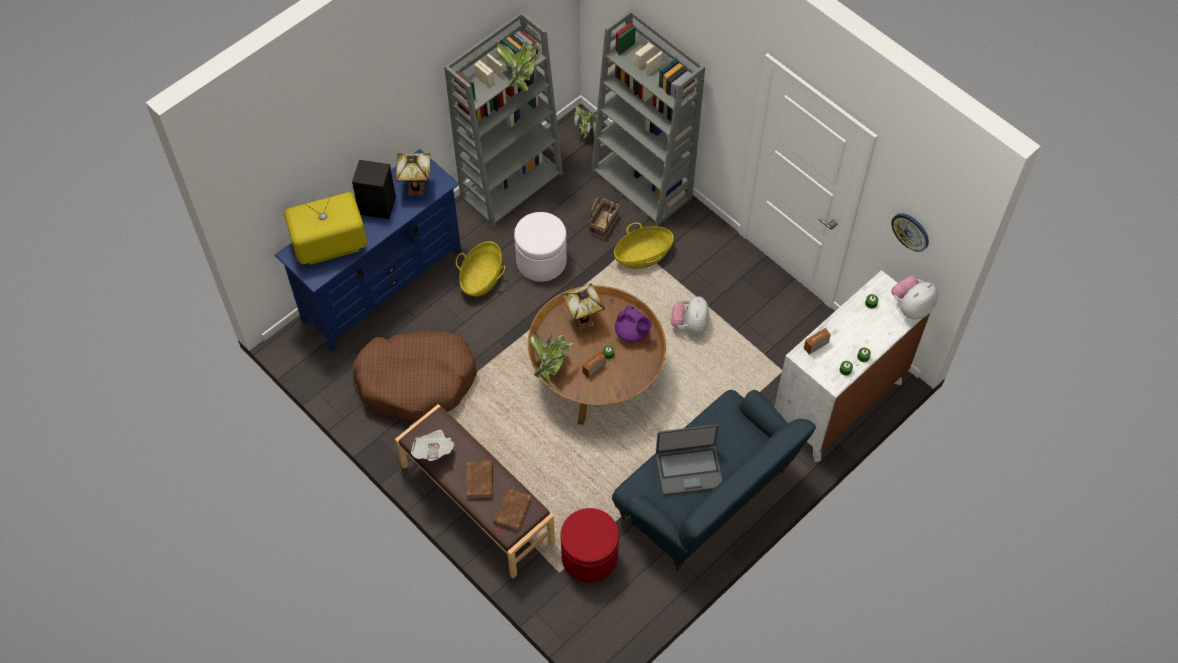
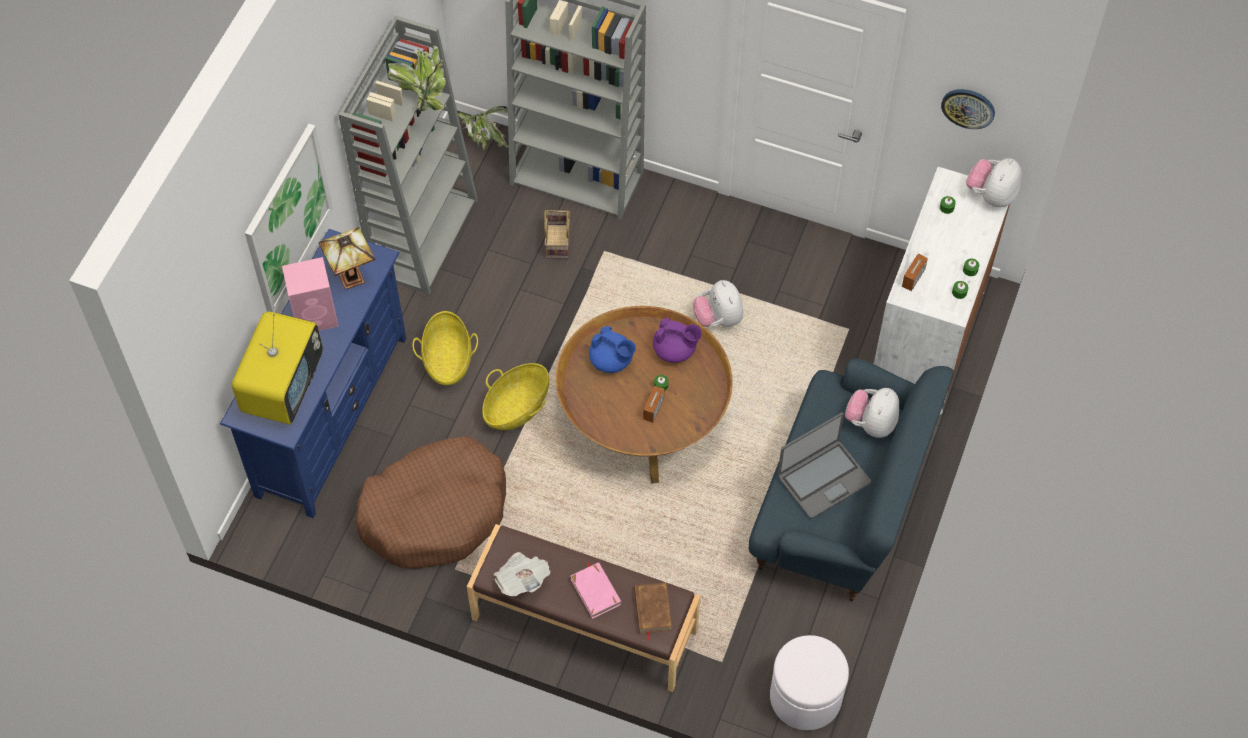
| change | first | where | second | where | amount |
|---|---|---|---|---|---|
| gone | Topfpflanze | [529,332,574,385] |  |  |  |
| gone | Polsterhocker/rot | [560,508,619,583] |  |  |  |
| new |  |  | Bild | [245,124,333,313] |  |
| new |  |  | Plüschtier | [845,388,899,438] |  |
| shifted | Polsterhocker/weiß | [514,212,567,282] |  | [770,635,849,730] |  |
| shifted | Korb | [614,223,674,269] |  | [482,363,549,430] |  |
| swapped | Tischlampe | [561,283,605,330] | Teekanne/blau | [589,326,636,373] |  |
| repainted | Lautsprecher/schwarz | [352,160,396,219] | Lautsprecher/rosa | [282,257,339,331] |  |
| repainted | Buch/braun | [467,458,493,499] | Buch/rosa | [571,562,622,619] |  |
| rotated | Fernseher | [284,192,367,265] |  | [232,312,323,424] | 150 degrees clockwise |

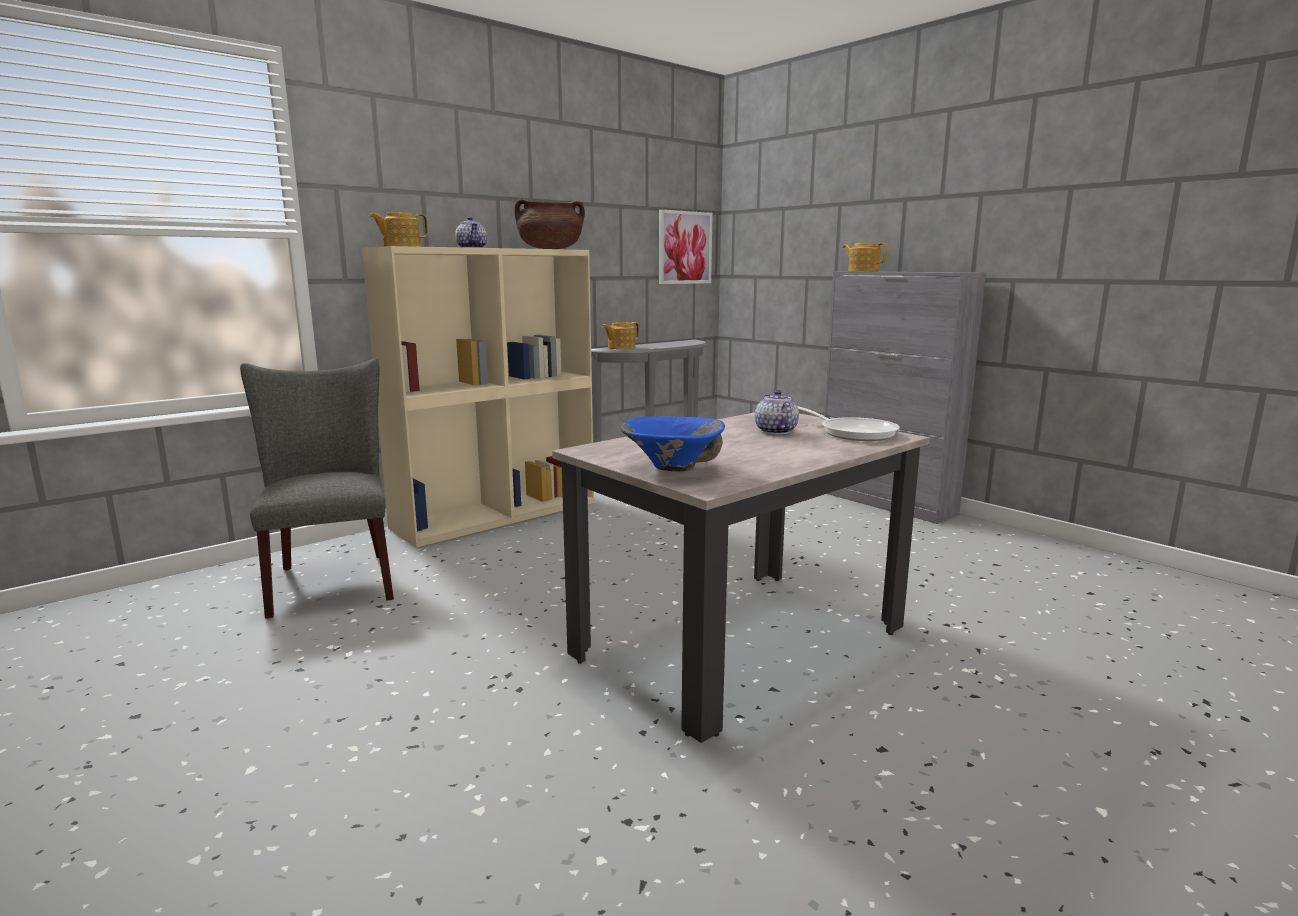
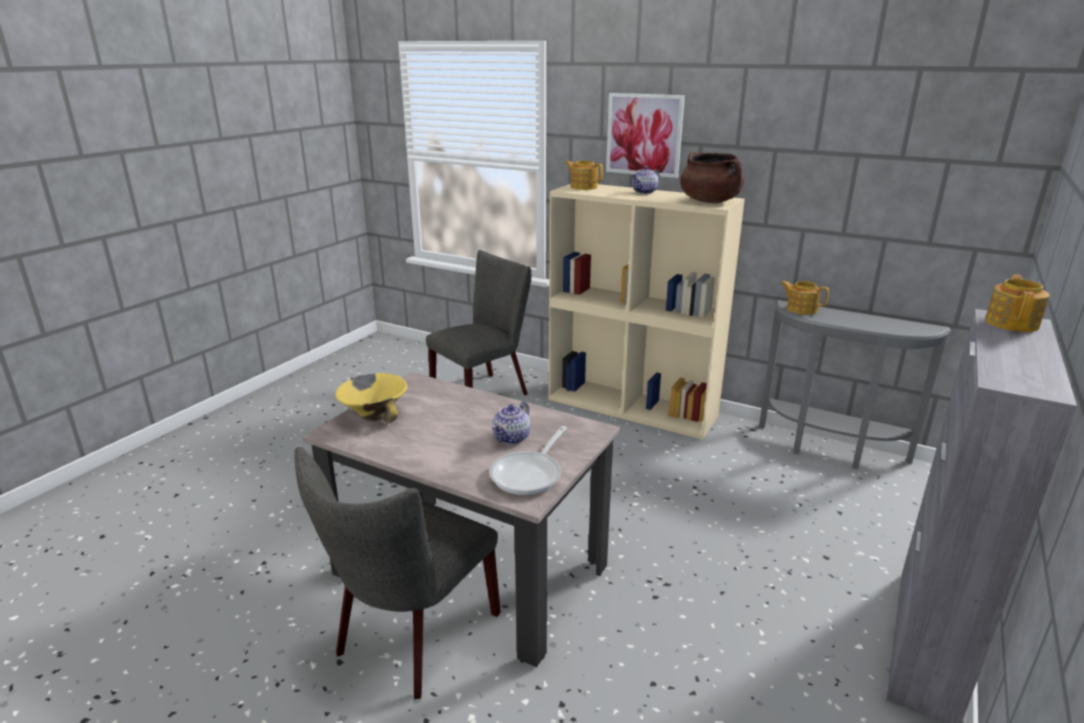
| change | first | where | second | where | amount |
|---|---|---|---|---|---|
| new |  |  | Stuhl/grau | [294,446,501,699] |  |
| shifted | Bild | [659,210,713,284] |  | [606,93,685,178] |  |
| repainted | Schüssel/blau | [620,416,725,471] | Schüssel/gelb | [335,373,408,423] |  |
| rotated | Teekanne | [755,390,799,434] |  | [492,402,531,444] | 150 degrees clockwise |

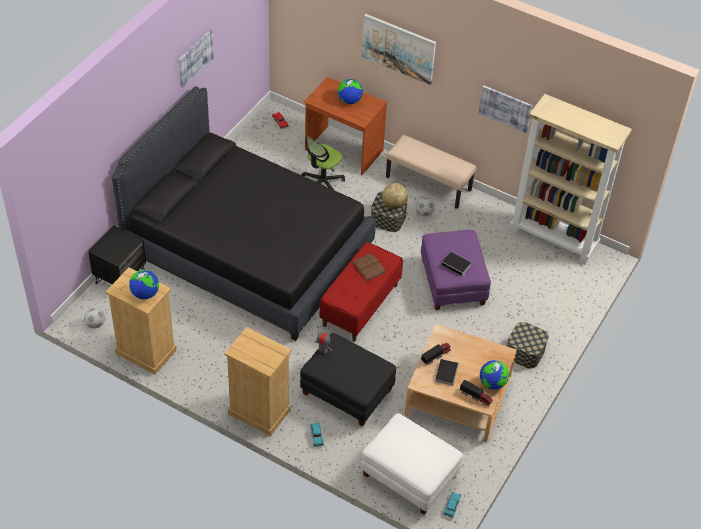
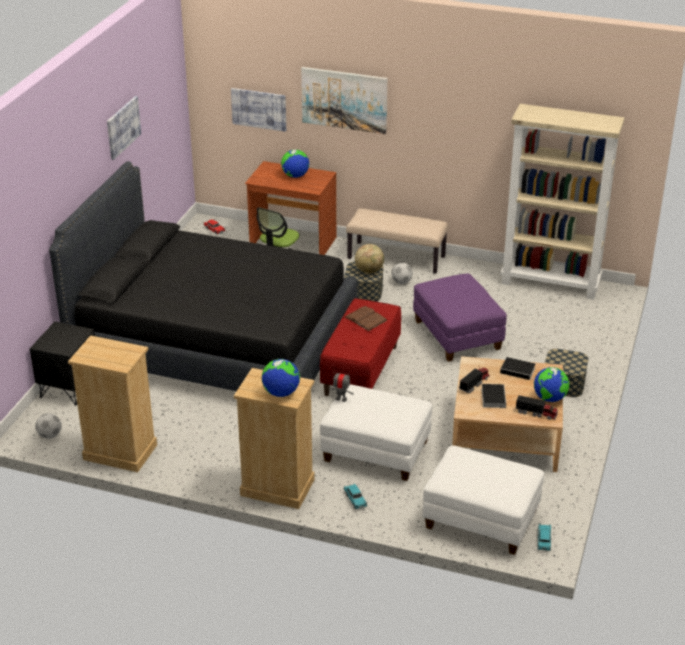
| change | first | where | second | where | amount |
|---|---|---|---|---|---|
| shifted | Globus | [129,270,159,299] |  | [262,359,300,397] |  |
| shifted | Buch | [442,252,471,277] |  | [500,357,535,380] |  |
| shifted | Bild | [479,85,533,133] |  | [231,88,286,132] |  |
| repainted | Polsterhocker/schwarz | [300,333,397,427] | Polsterhocker/weiß | [320,384,432,481] |  |

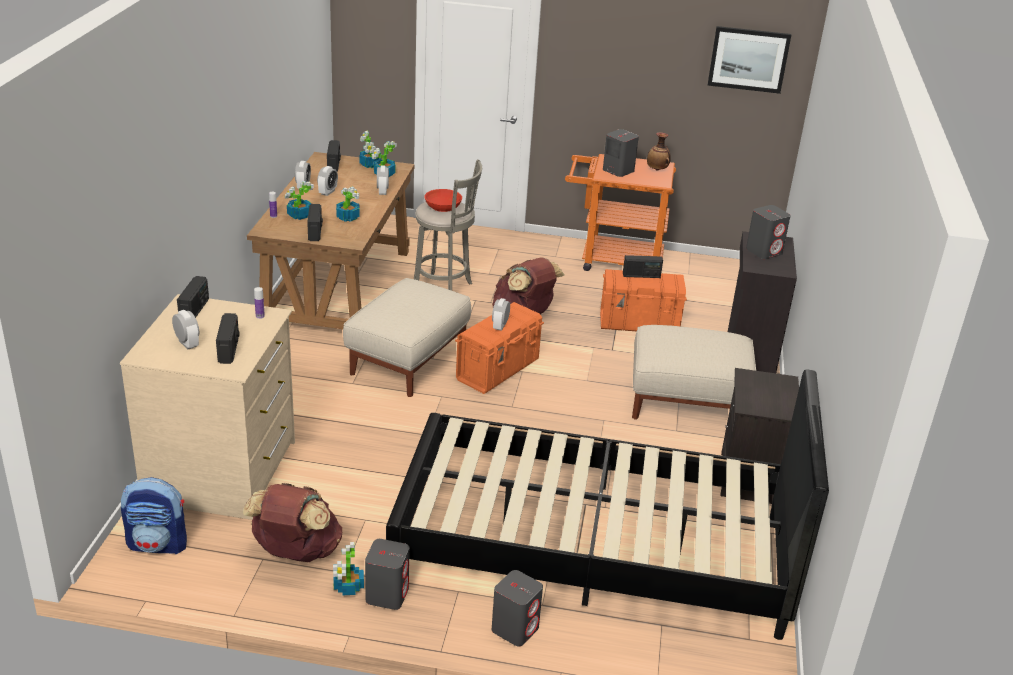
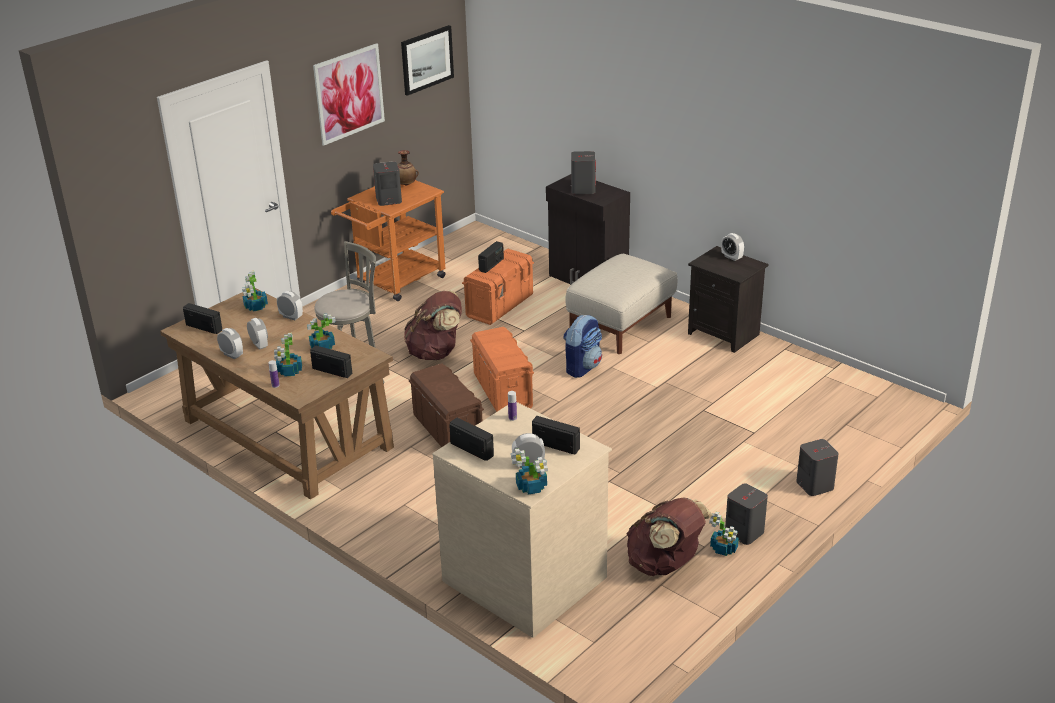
| change | first | where | second | where | amount |
|---|---|---|---|---|---|
| gone | Bett/schwarz | [386,370,829,640] |  |  |  |
| gone | Schüssel/rot | [425,189,462,212] |  |  |  |
| new |  |  | Bild | [313,43,385,146] |  |
| shifted | Rucksack | [121,477,187,554] |  | [563,315,602,378] |  |
| shifted | Topfpflanze | [359,131,381,168] |  | [511,449,548,495] |  |
| shifted | Wecker | [492,298,510,331] |  | [721,233,744,261] |  |
| swapped | Polsterhocker/beige | [343,278,471,397] | Aufbewahrungsbox/braun | [409,363,484,447] |  |

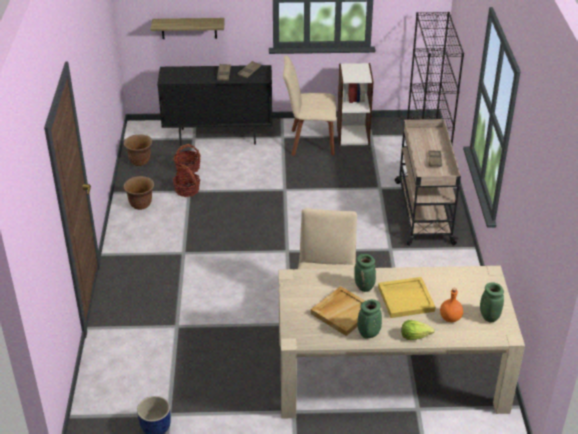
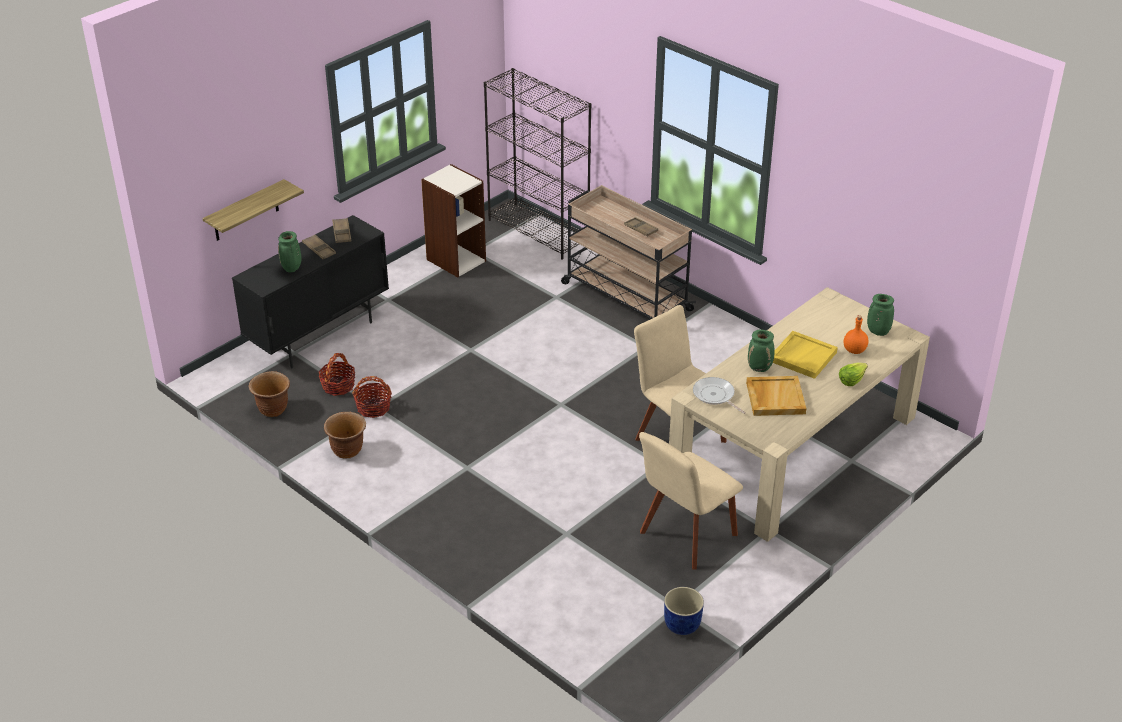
| change | first | where | second | where | amount |
|---|---|---|---|---|---|
| new |  |  | Pfanne | [693,377,746,414] |  |
| shifted | Stuhl/beige | [283,55,337,156] |  | [639,432,743,570] |  |
| shifted | Vase/grün | [357,299,382,339] |  | [278,231,302,272] |  |

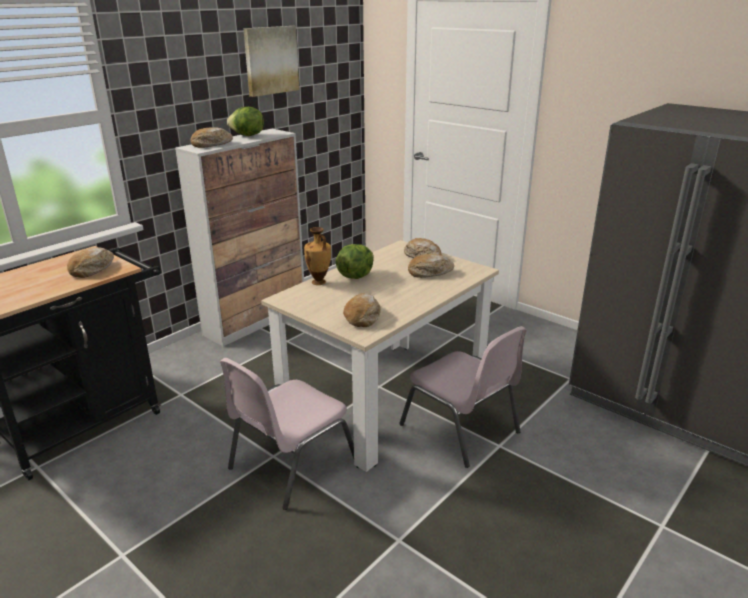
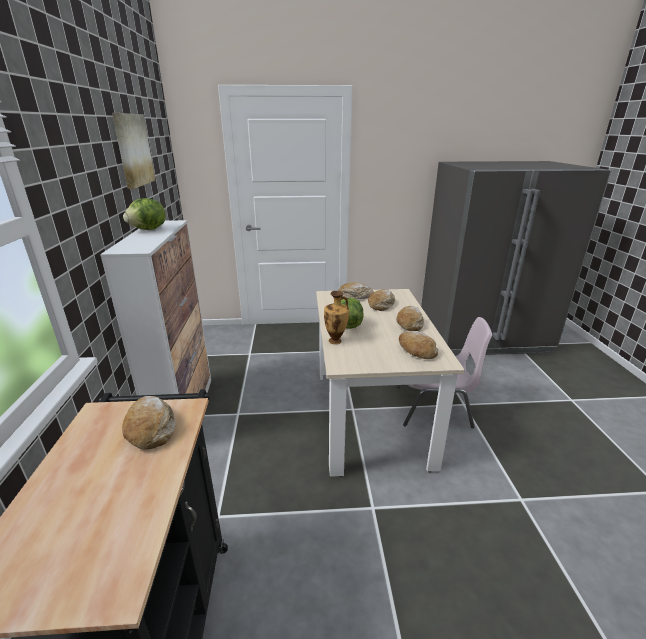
| change | first | where | second | where | amount |
|---|---|---|---|---|---|
| gone | Stuhl/rosa | [220,358,354,510] |  |  |  |
| shifted | Brot | [191,127,233,148] |  | [397,306,424,331] |  |

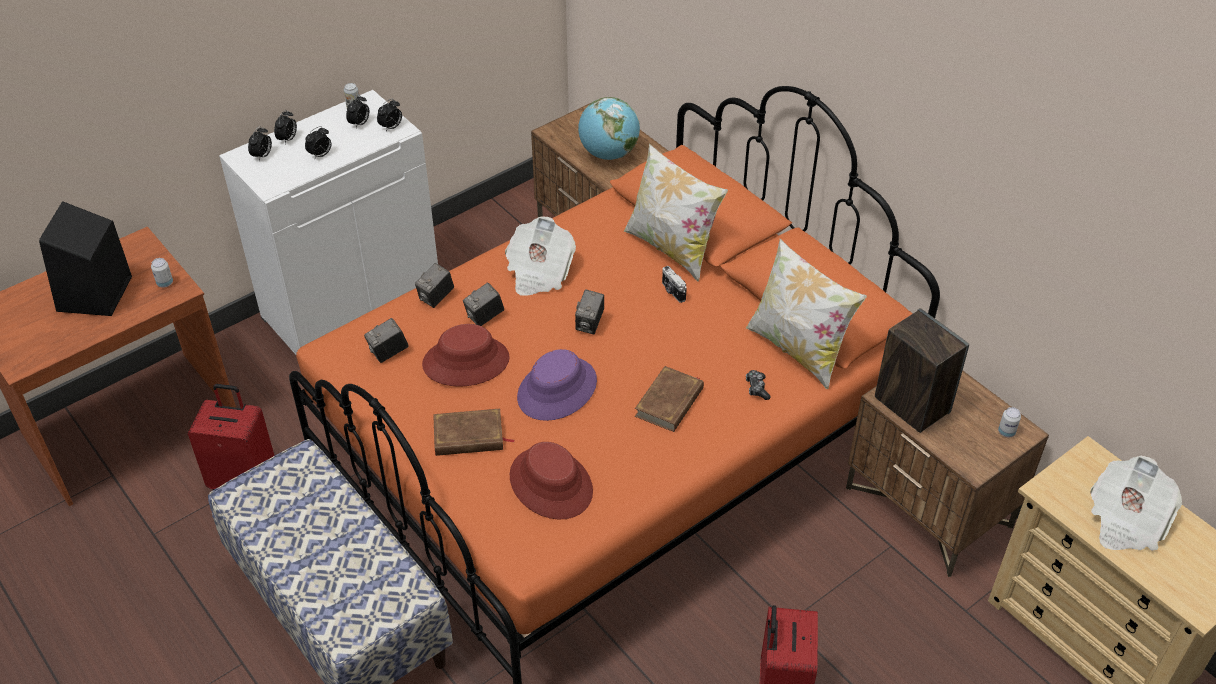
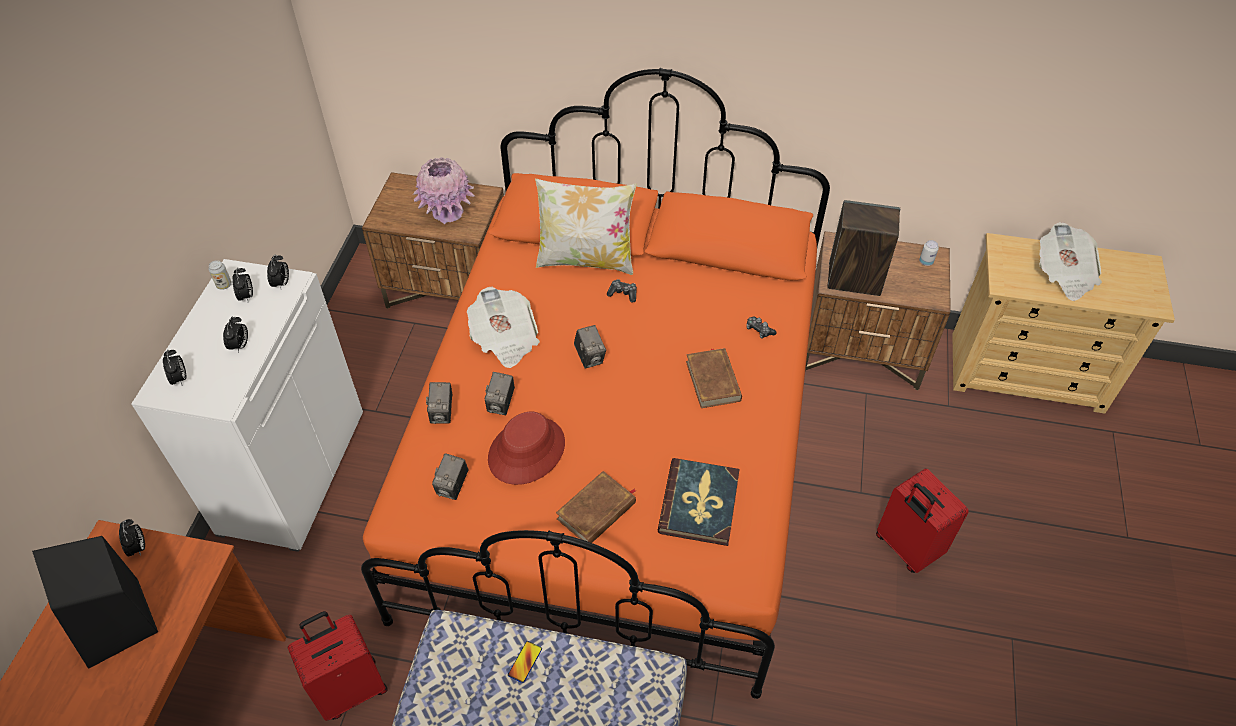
| change | first | where | second | where | amount |
|---|---|---|---|---|---|
| gone | Dose | [151,258,173,287] |  |  |  |
| gone | Hut/lila | [517,349,597,421] |  |  |  |
| gone | Kissen | [746,239,867,389] |  |  |  |
| new |  |  | Handy | [508,641,542,683] |  |
| shifted | Wecker | [274,110,297,144] |  | [119,519,145,557] |  |
| swapped | Hut/rot | [510,442,593,520] | Buch | [658,458,740,546] |  |
| swapped | Globus | [578,97,640,160] | Vase/rosa | [413,157,475,224] |  |
| swapped | Kamera | [662,266,687,303] | Gamepad | [607,279,637,303] |  |

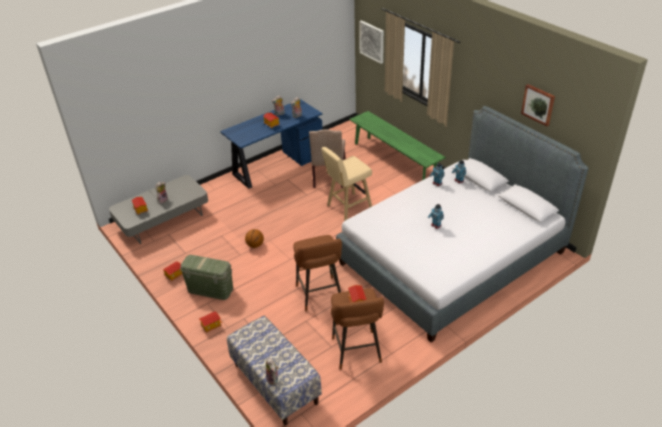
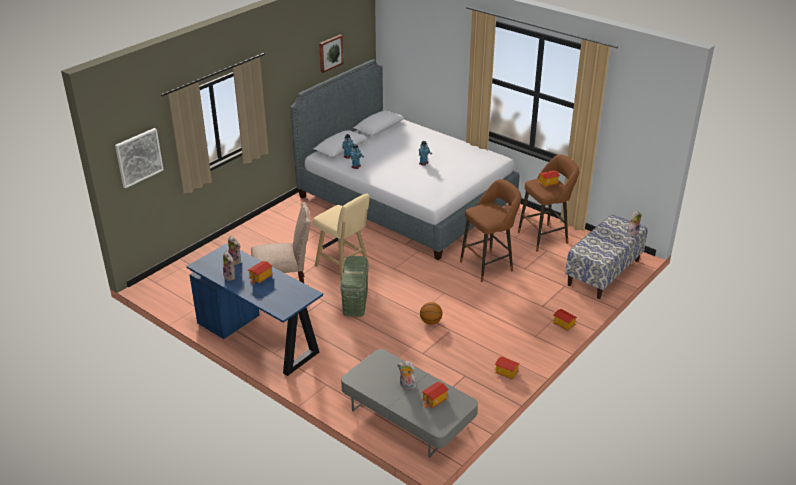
| change | first | where | second | where | amount |
|---|---|---|---|---|---|
| gone | Bank/grün | [349,111,446,180] |  |  |  |
| shifted | Aufbewahrungsbox/grün | [180,255,233,300] |  | [340,256,369,317] |  |

